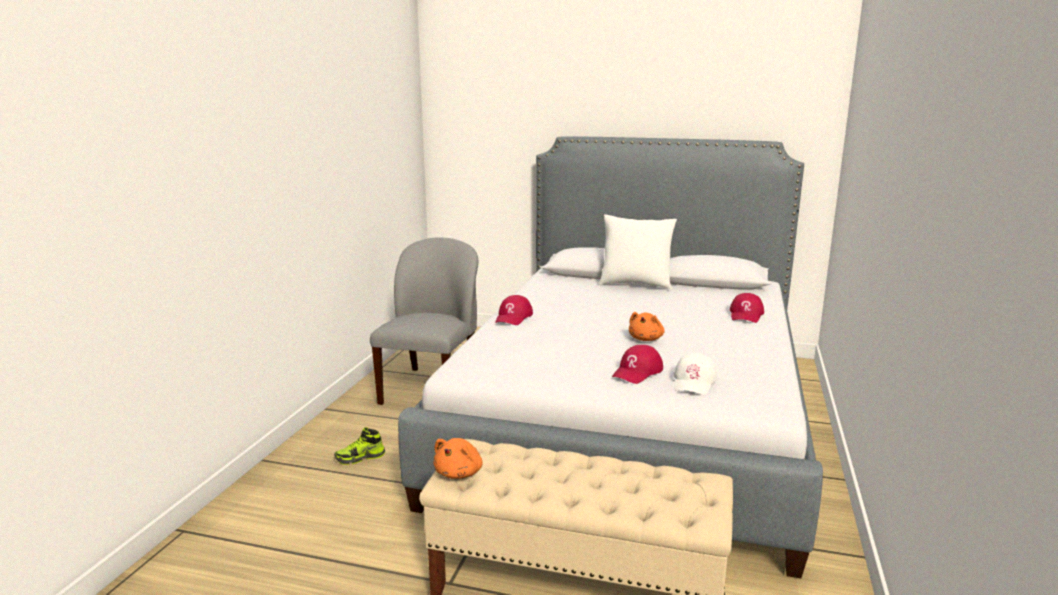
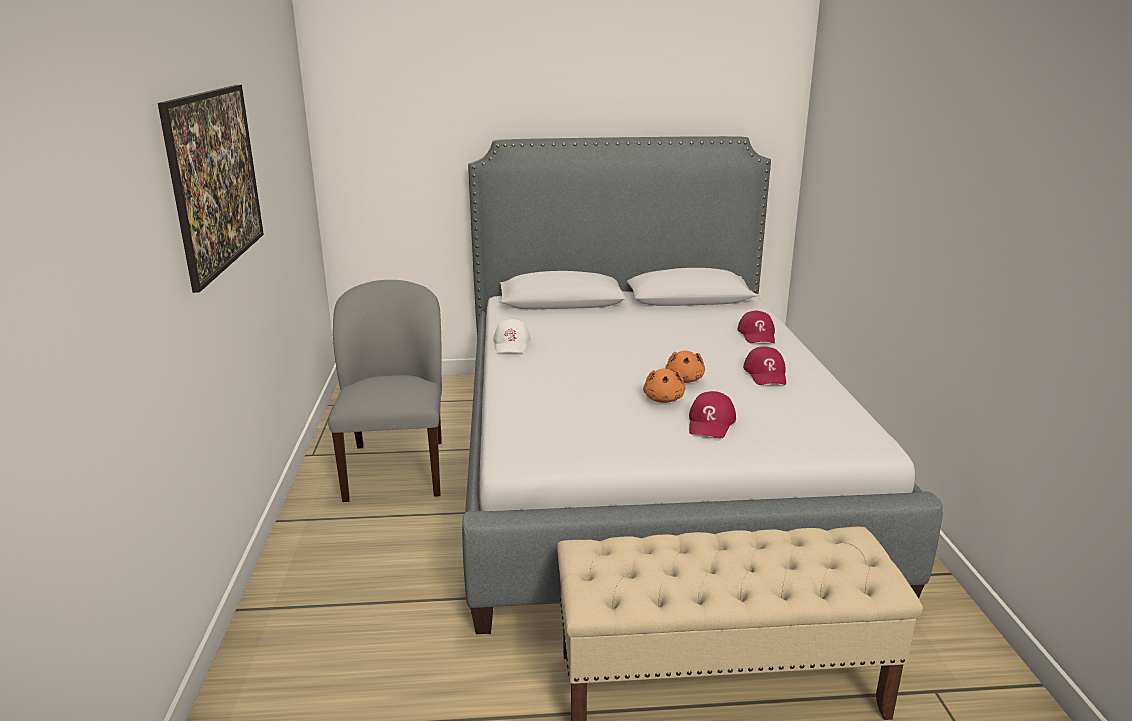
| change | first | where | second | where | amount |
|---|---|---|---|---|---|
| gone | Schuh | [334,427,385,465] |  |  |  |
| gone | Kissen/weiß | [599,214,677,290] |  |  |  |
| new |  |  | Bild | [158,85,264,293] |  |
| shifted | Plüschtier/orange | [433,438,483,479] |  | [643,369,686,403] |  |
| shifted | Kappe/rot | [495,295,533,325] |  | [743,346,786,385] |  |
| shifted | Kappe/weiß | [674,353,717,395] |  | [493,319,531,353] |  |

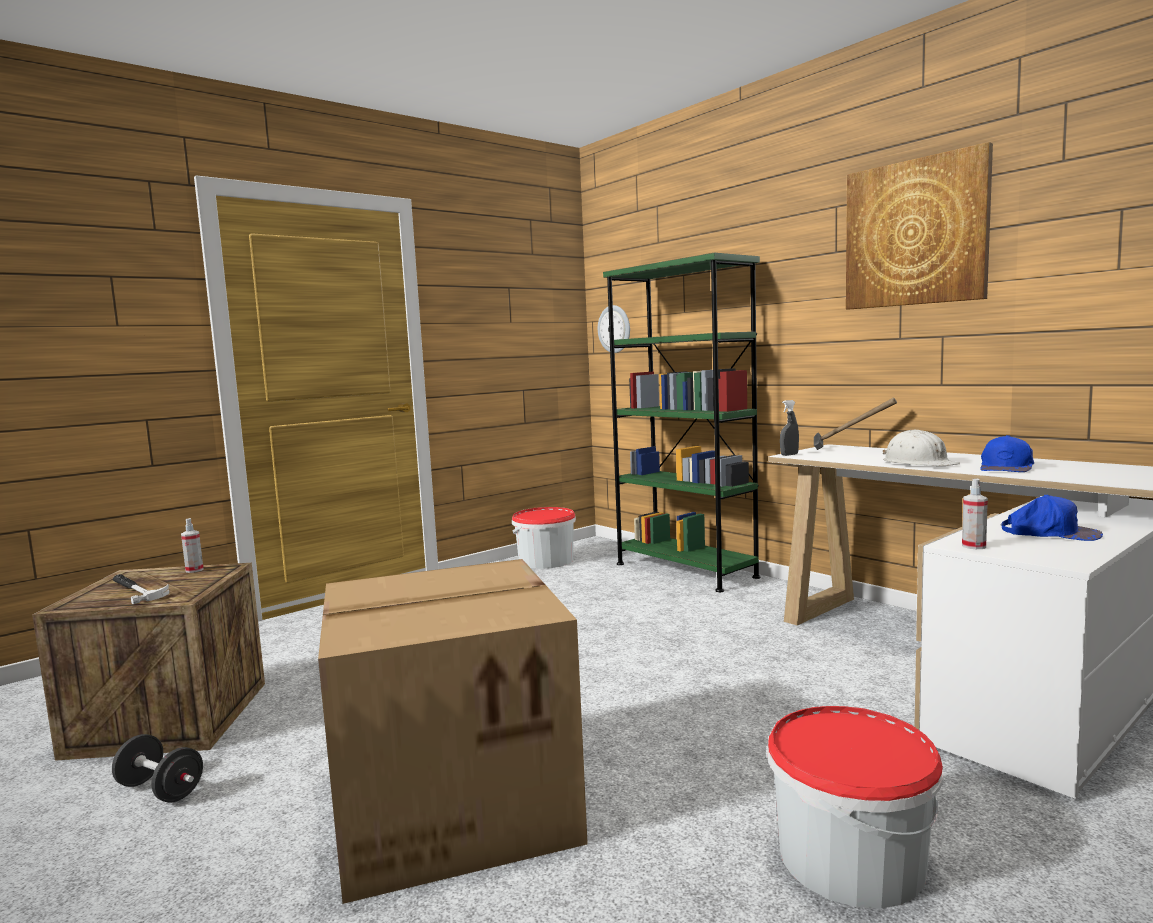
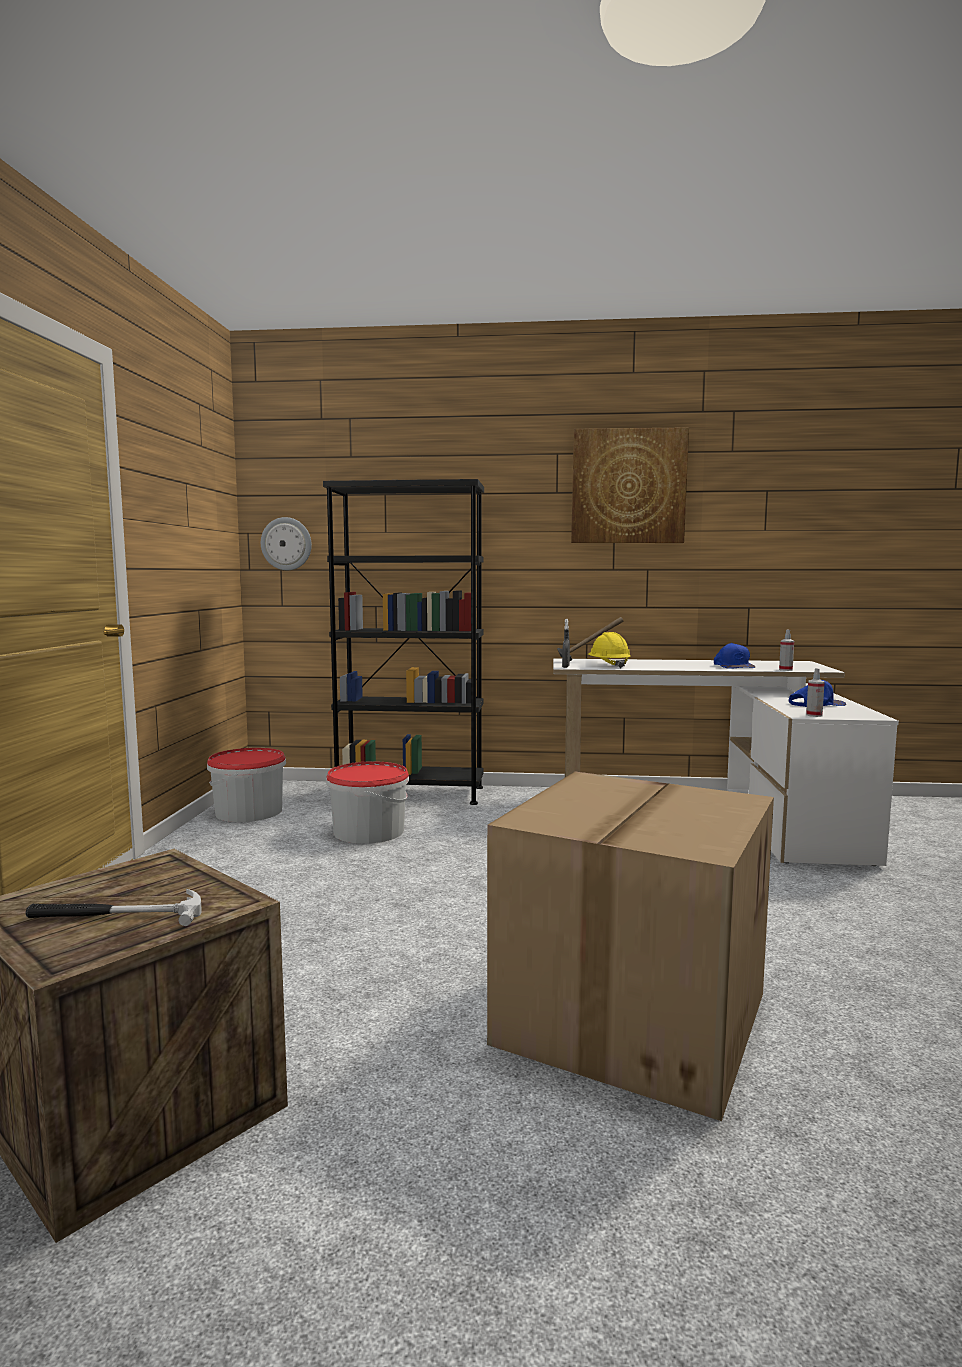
| change | first | where | second | where | amount |
|---|---|---|---|---|---|
| gone | Hantel/schwarz | [112,734,203,803] |  |  |  |
| gone | Schutzhelm/weiß | [883,430,960,466] |  |  |  |
| new |  |  | Schutzhelm/gelb | [588,632,630,669] |  |
| shifted | Sprühflasche | [181,518,204,573] |  | [779,629,794,671] |  |
| shifted | Eimer | [767,706,943,908] |  | [326,761,409,844] |  |
| repainted | Bücherregal/grün | [603,253,761,592] | Bücherregal/schwarz | [323,479,484,805] |  |

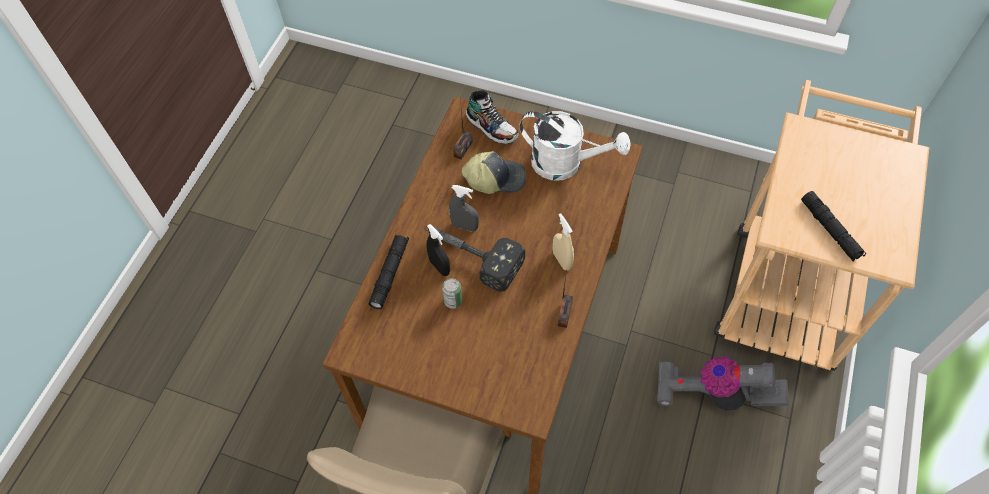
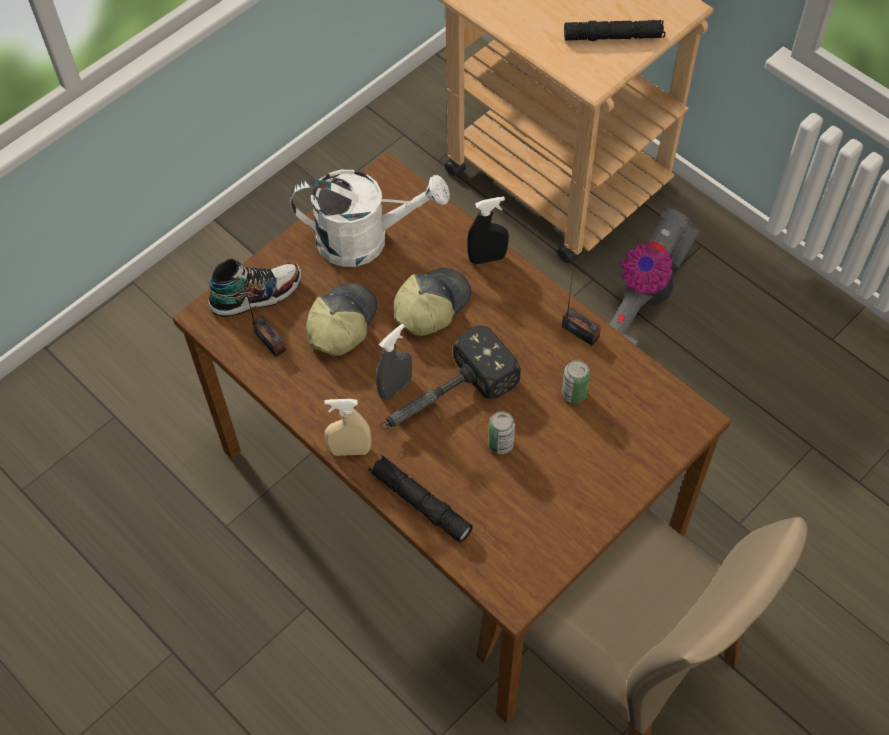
| change | first | where | second | where | amount |
|---|---|---|---|---|---|
| new |  |  | Kappe | [394,268,471,336] |  |
| new |  |  | Dose | [562,360,590,403] |  |
| shifted | Sprühflasche/schwarz | [427,224,450,276] |  | [467,197,509,264] |  |
| shifted | Sprühflasche/beige | [553,213,574,271] |  | [324,399,372,456] |  |
| rotated | Gießkanne/weiß | [519,111,631,181] |  | [290,170,450,267] | 45 degrees clockwise |

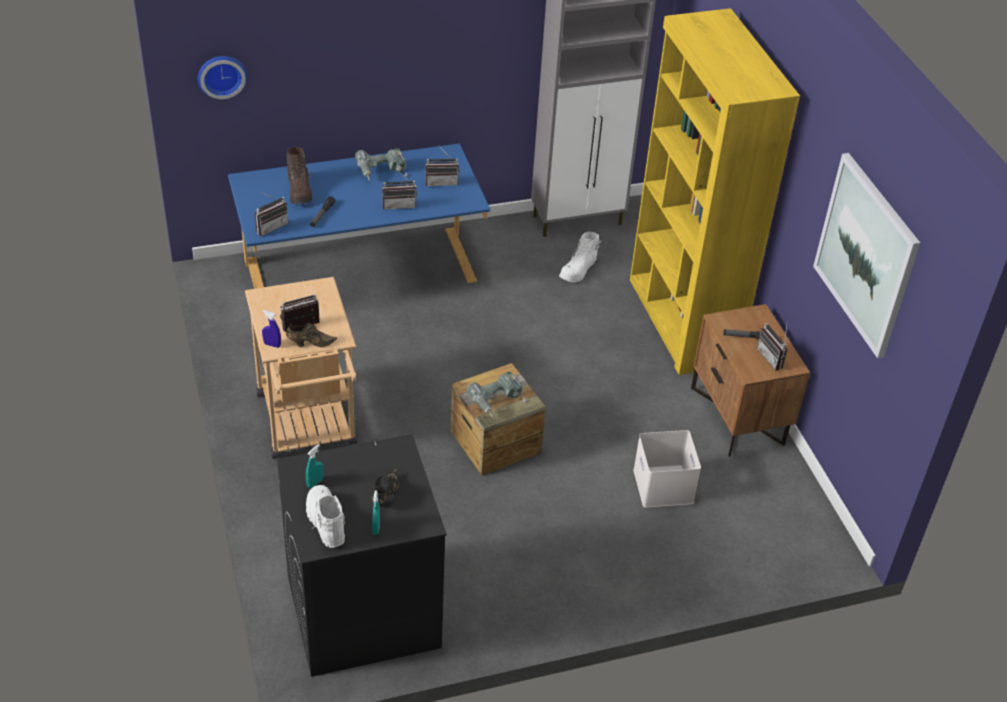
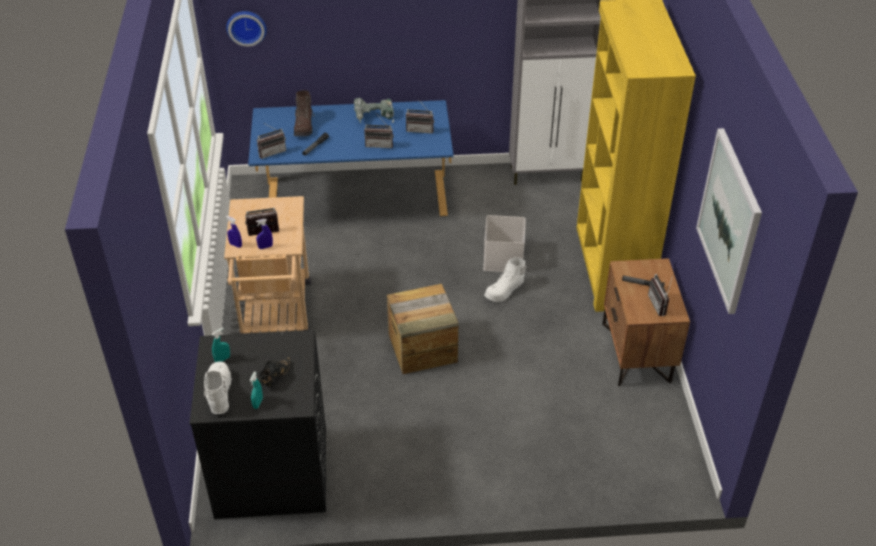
| change | first | where | second | where | amount |
|---|---|---|---|---|---|
| gone | Bohrmaschine | [466,372,526,418] |  |  |  |
| shifted | Stiefel/weiß | [559,232,601,282] |  | [484,257,527,302] |  |
| shifted | Aufbewahrungsbox/weiß | [633,430,701,508] |  | [483,215,526,272] |  |
| swapped | Schuh/braun | [286,323,337,347] | Sprühflasche/blau | [256,219,273,249] |  |

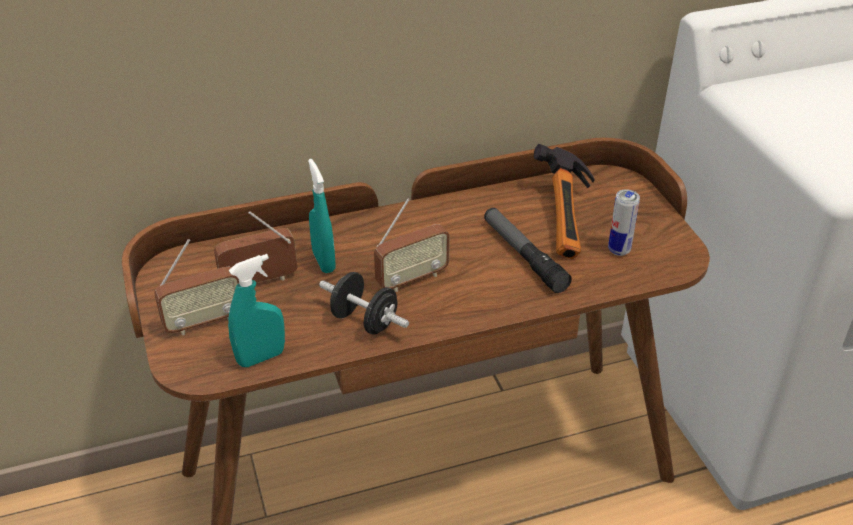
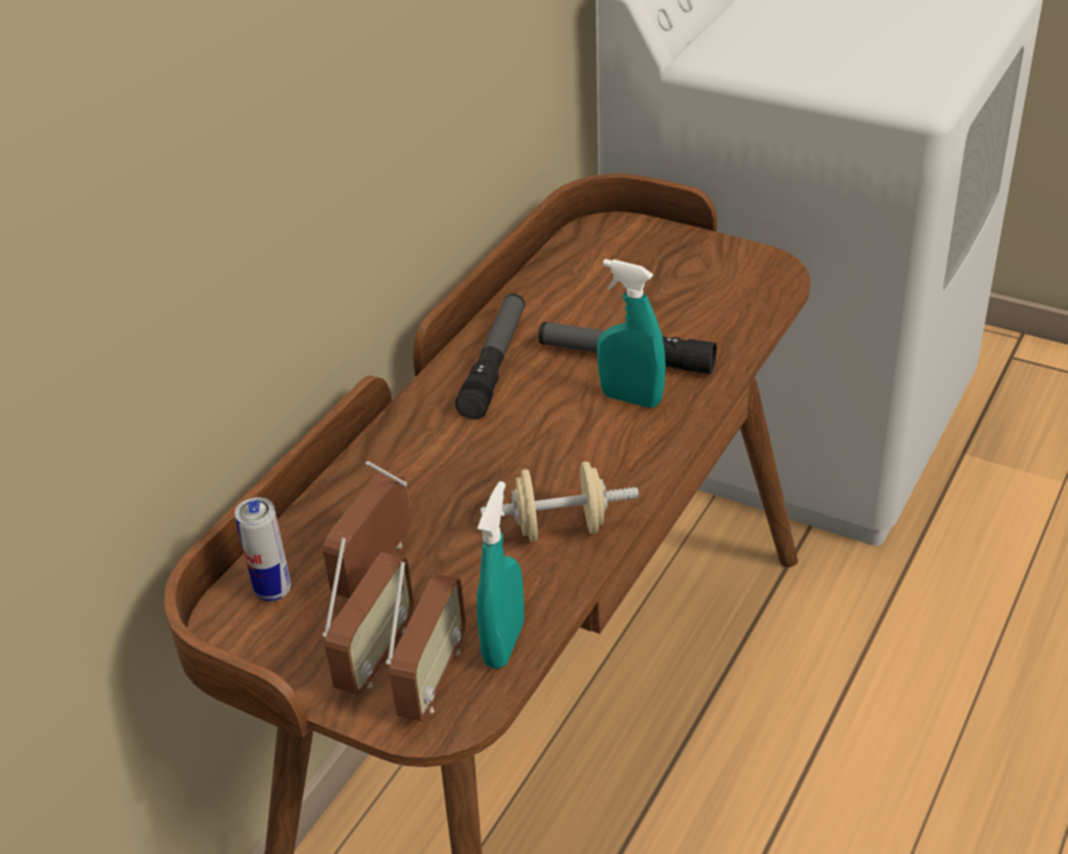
| change | first | where | second | where | amount |
|---|---|---|---|---|---|
| gone | Hammer | [534,144,595,259] |  |  |  |
| new |  |  | Taschenlampe | [455,294,525,420] |  |
| shifted | Sprühflasche/türkis | [308,159,335,273] |  | [597,259,666,408] |  |
| shifted | Radio | [374,198,450,292] |  | [386,562,466,721] |  |
| shifted | Dose | [608,189,640,256] |  | [235,497,291,601] |  |
| repainted | Hantel/schwarz | [319,272,409,335] | Hantel/beige | [480,461,639,542] |  |

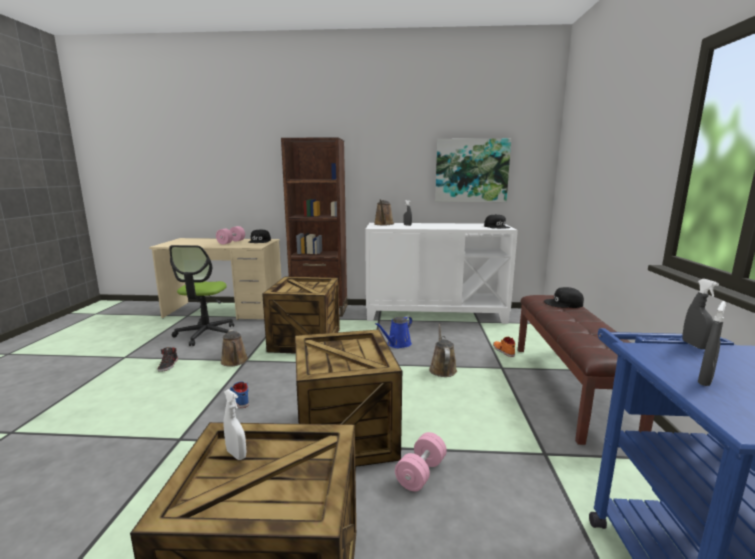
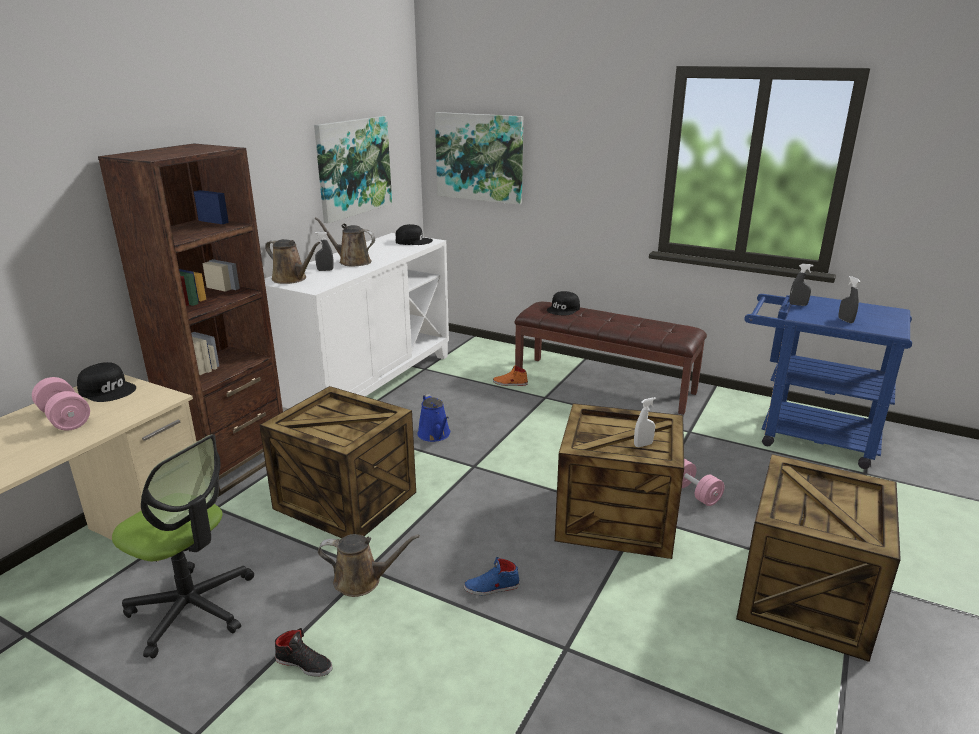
| change | first | where | second | where | amount |
|---|---|---|---|---|---|
| new |  |  | Bild | [435,112,523,205] |  |
| shifted | Sprühflasche/weiß | [224,389,246,460] |  | [634,397,656,447] |  |
| shifted | Gießkanne/braun | [429,323,457,377] |  | [314,217,375,266] |  |

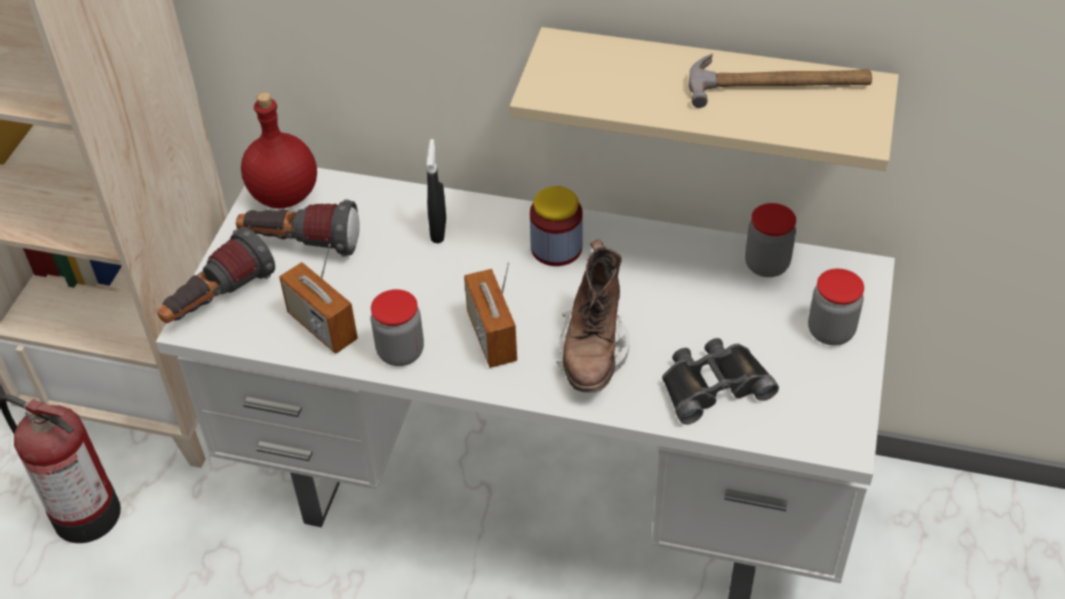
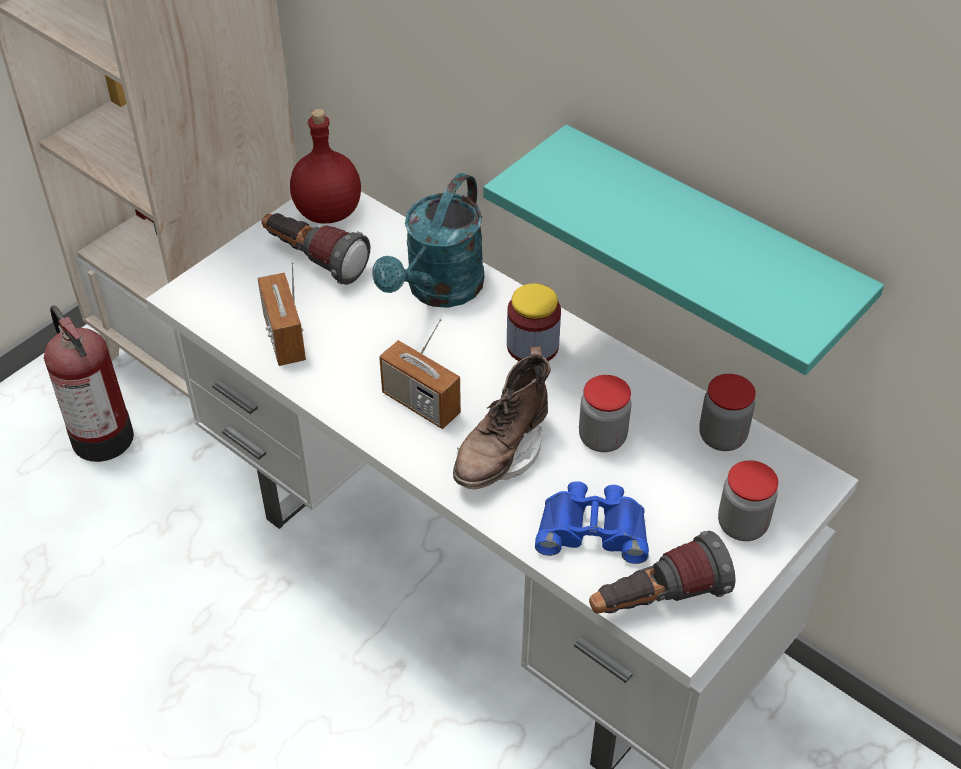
| change | first | where | second | where | amount |
|---|---|---|---|---|---|
| gone | Hammer | [689,54,872,108] |  |  |  |
| shifted | Taschenlampe | [157,227,275,323] |  | [589,530,736,614] |  |
| shifted | Vorratsglas | [371,289,424,366] |  | [579,375,631,452] |  |
| swapped | Sprühflasche/schwarz | [427,139,446,243] | Gießkanne/türkis | [372,173,484,308] |  |
| repainted | Wandregal/beige | [510,27,899,171] | Wandregal/türkis | [484,125,884,375] |  |
| repainted | Fernglas/schwarz | [662,338,779,424] | Fernglas/blau | [535,481,649,564] |  |
| rotated | Radio | [464,262,517,368] |  | [379,318,461,429] | 60 degrees counterclockwise |

